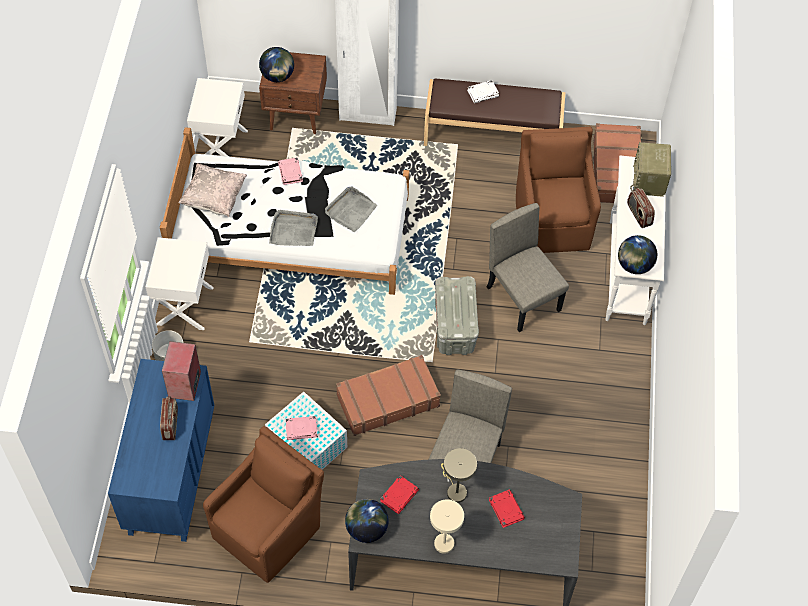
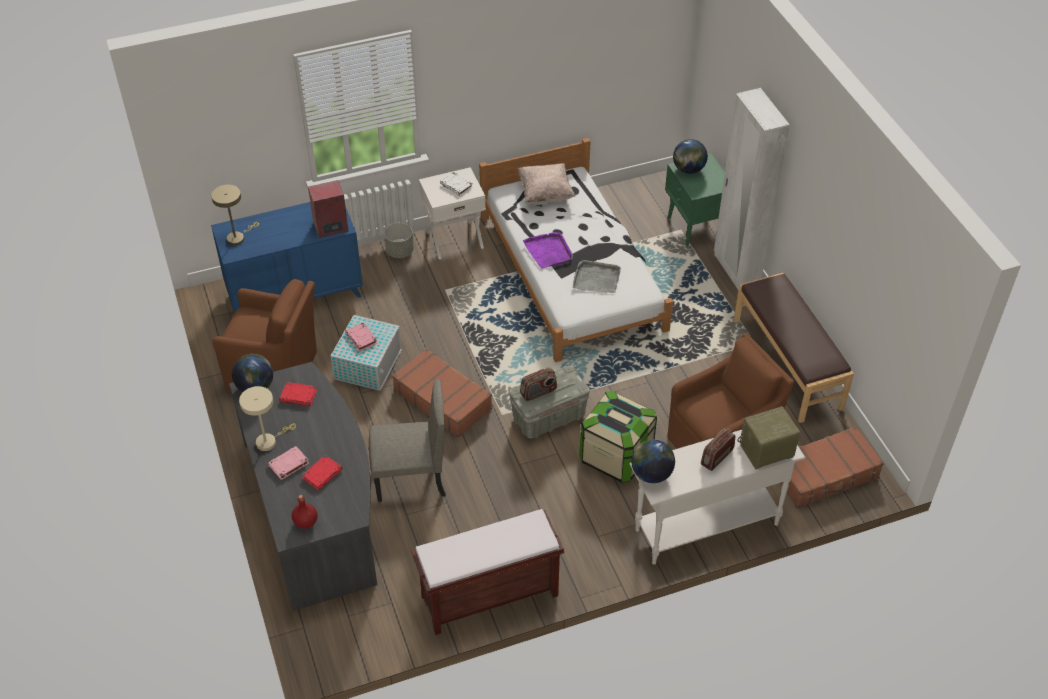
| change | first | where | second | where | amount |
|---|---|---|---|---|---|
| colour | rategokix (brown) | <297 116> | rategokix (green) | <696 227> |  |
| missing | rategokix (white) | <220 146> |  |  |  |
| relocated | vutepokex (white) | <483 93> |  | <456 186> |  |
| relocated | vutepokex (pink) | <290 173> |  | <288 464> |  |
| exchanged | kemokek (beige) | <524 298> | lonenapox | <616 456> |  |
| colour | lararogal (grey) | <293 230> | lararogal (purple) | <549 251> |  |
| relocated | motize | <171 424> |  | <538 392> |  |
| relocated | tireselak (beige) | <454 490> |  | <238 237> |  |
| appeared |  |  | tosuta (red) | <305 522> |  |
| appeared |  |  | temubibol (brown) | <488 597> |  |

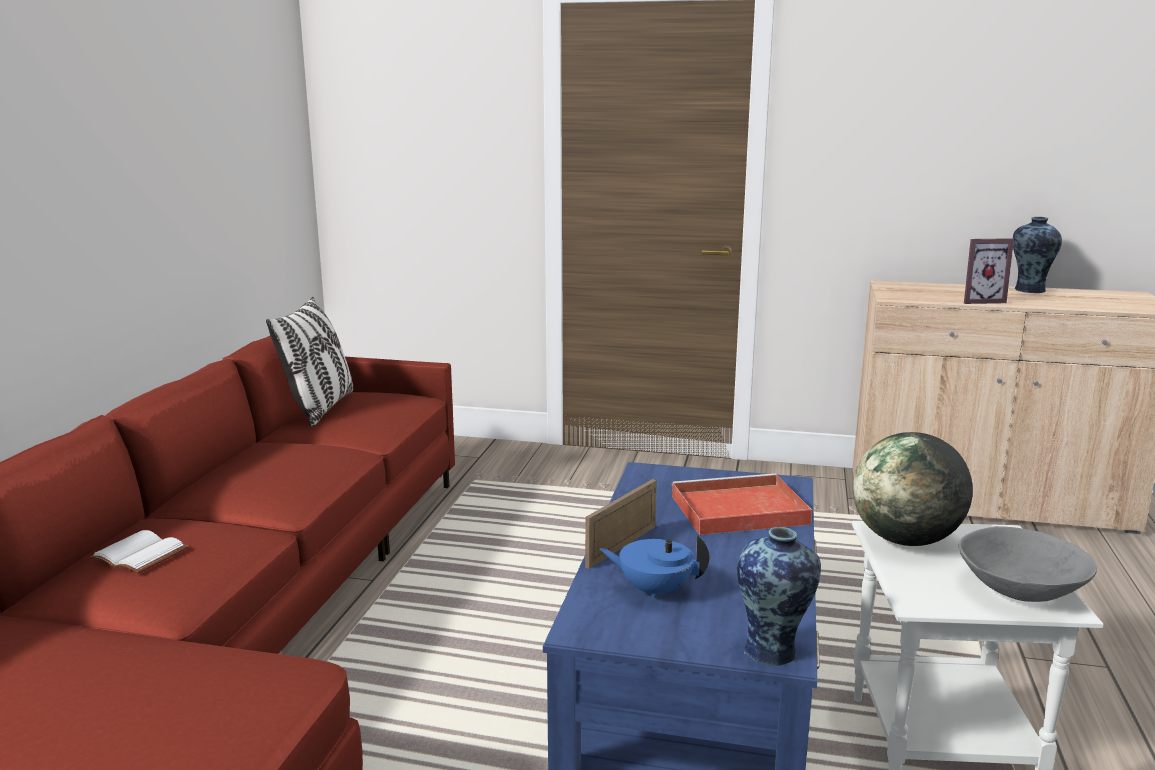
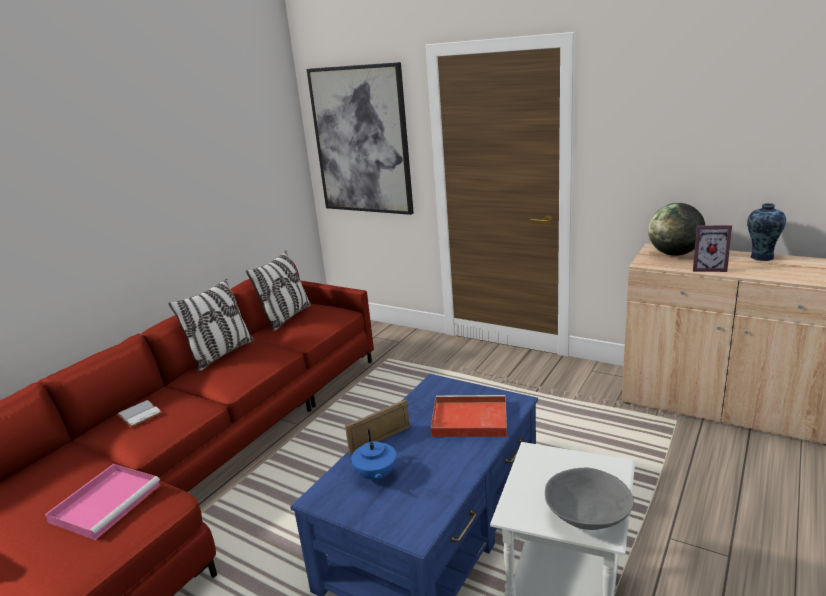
| change | first | where | second | where | amount |
|---|---|---|---|---|---|
| relocated | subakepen | <905 540> |  | <674 254> |  |
| missing | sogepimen | <773 651> |  |  |  |
| spun | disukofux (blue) | <654 590> |  | <375 475> | 135 degrees counterclockwise |
| appeared |  |  | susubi | <361 140> |  |
| appeared |  |  | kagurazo | <221 354> |  |
| appeared |  |  | lararogal (pink) | <107 502> |  |

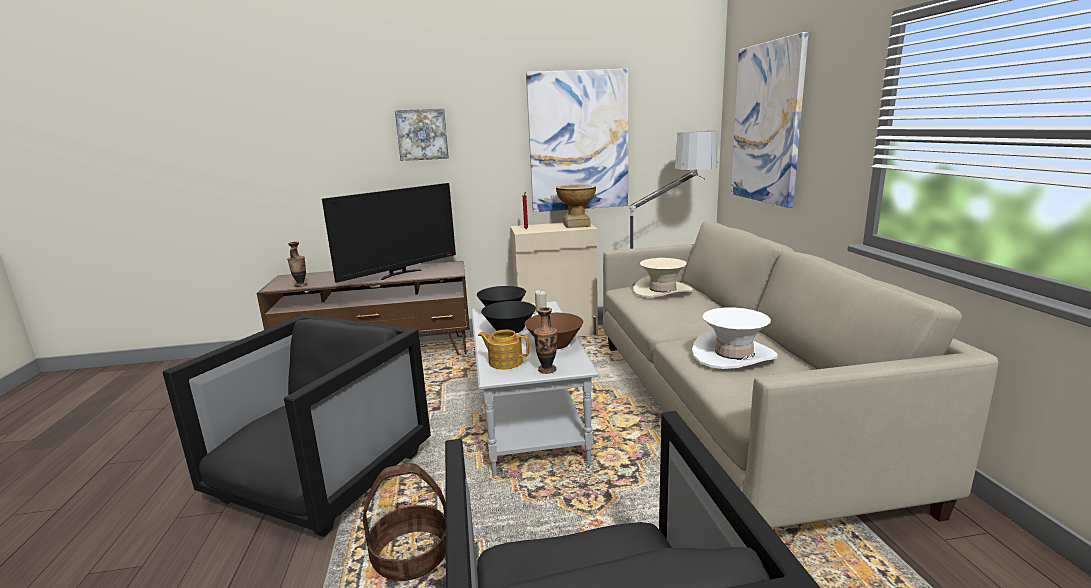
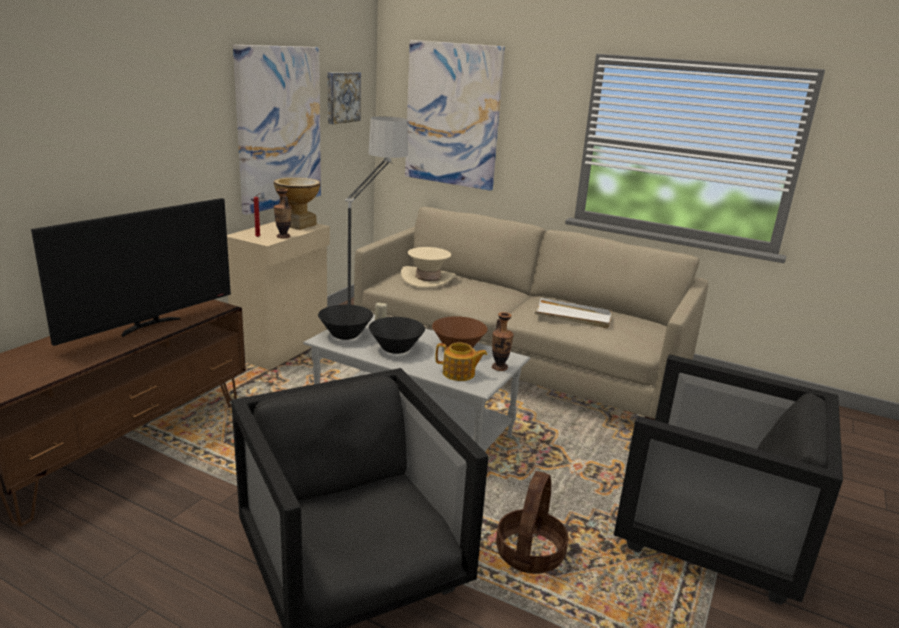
| change | first | where | second | where | amount |
|---|---|---|---|---|---|
| relocated | susubi | <422 134> |  | <342 97> |  |
| spun | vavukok | <399 274> |  | <149 325> | 45 degrees clockwise |
| relocated | sogepimen | <300 285> |  | <283 236> |  |
| exchanged | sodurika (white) | <733 355> | lararogal (white) | <573 316> |  |
| spun | disukofux | <505 362> |  | <459 374> | 135 degrees counterclockwise |

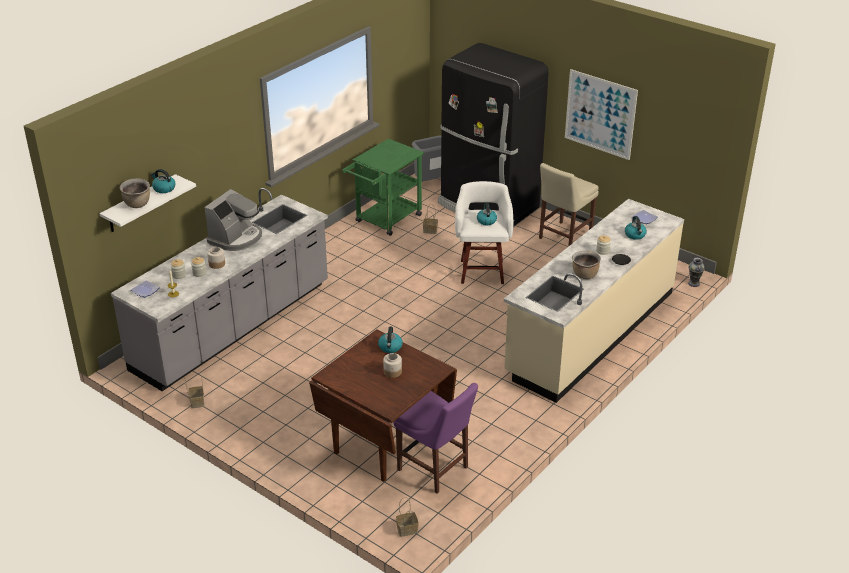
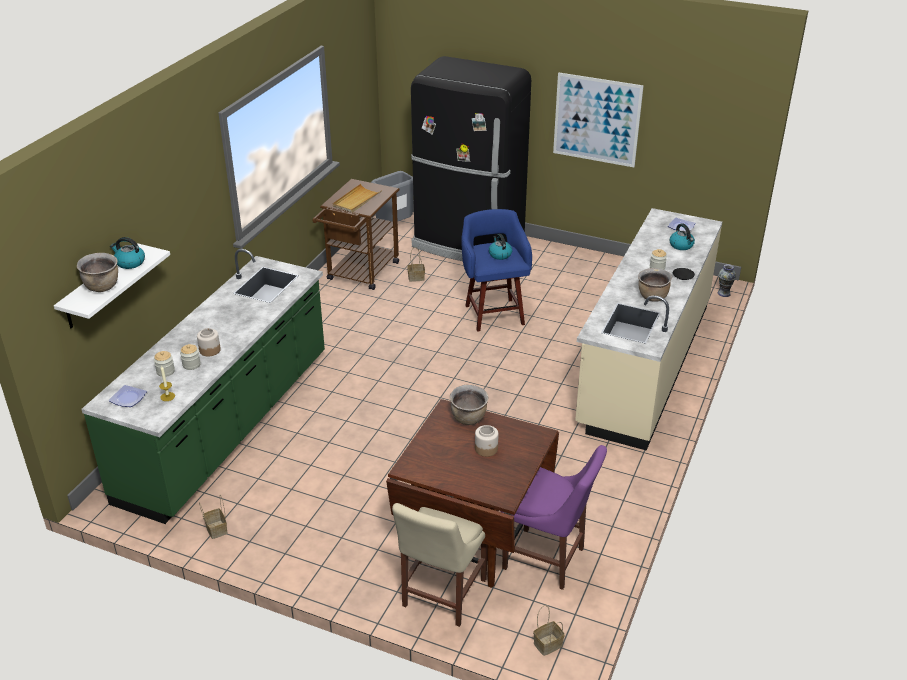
| change | first | where | second | where | amount |
|---|---|---|---|---|---|
| colour | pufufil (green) | <385 220> | pufufil (brown) | <360 274> |  |
| relocated | kemokek (beige) | <563 237> |  | <442 595> |  |
| colour | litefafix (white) | <482 270> | litefafix (blue) | <494 313> |  |
| colour | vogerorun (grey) | <233 327> | vogerorun (green) | <228 426> |  |
| missing | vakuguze | <236 238> |  |  |  |
| exchanged | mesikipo | <390 347> | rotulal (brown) | <469 418> |  |
| appeared |  |  | lararogal (beige) | <356 200> |  |

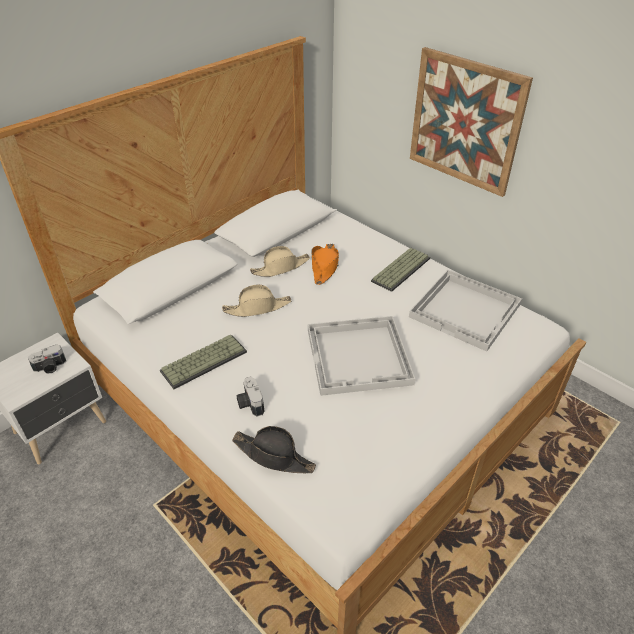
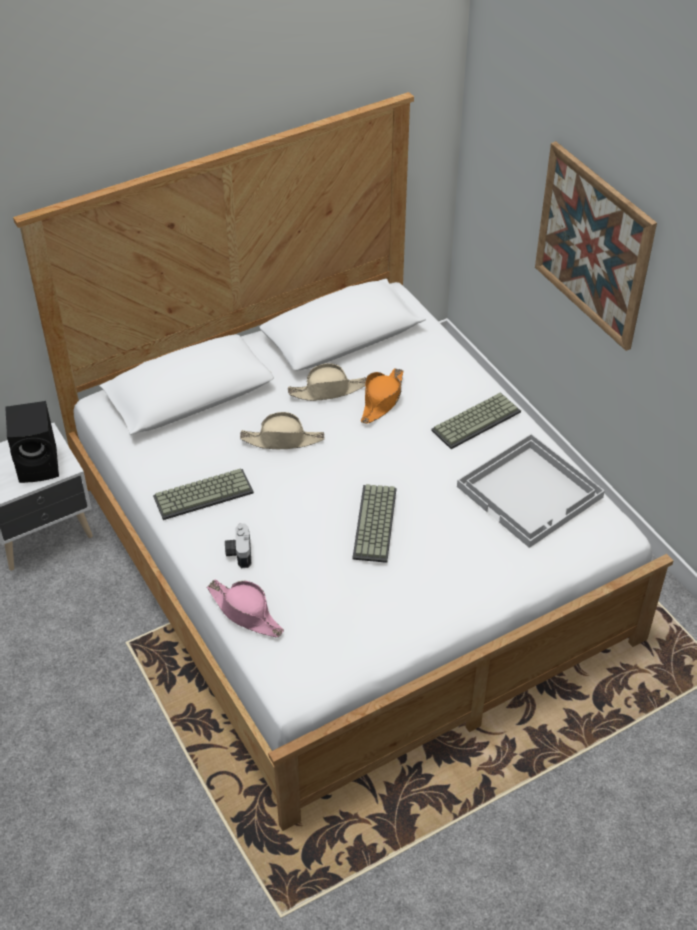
| change | first | where | second | where | amount |
|---|---|---|---|---|---|
| exchanged | lararogal (white) | <359 357> | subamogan | <376 524> |  |
| exchanged | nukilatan | <50 367> | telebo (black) | <40 465> |  |
| colour | sodurika (black) | <274 456> | sodurika (pink) | <246 613> |  |

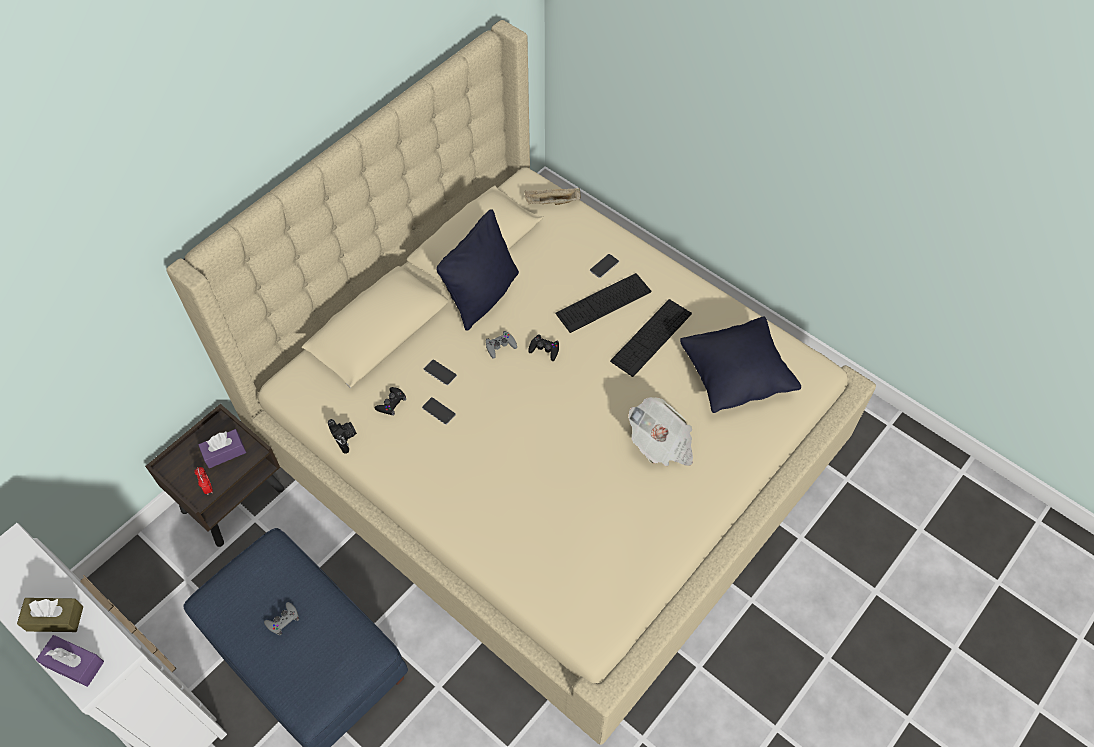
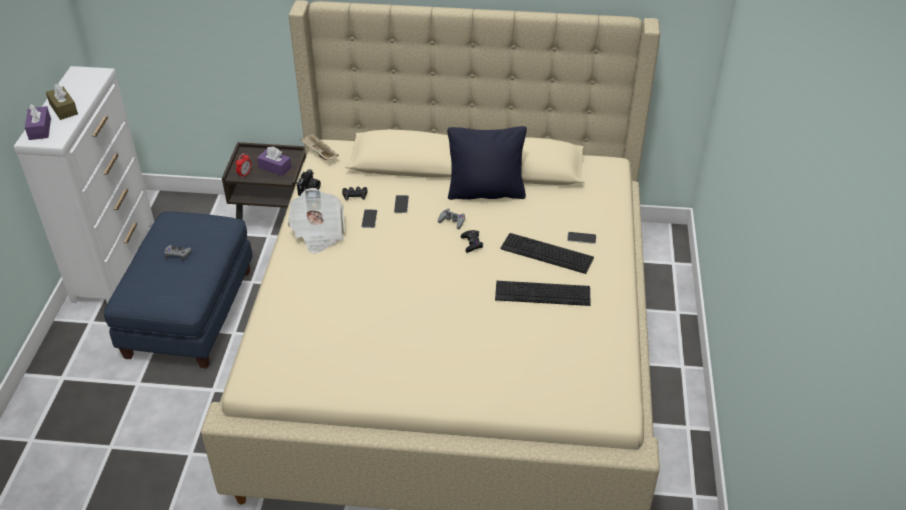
| change | first | where | second | where | amount |
|---|---|---|---|---|---|
| relocated | lararogal (beige) | <552 203> |  | <319 154> |  |
| missing | kagurazo (black) | <735 377> |  |  |  |
| relocated | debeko | <661 443> |  | <318 233> |  |

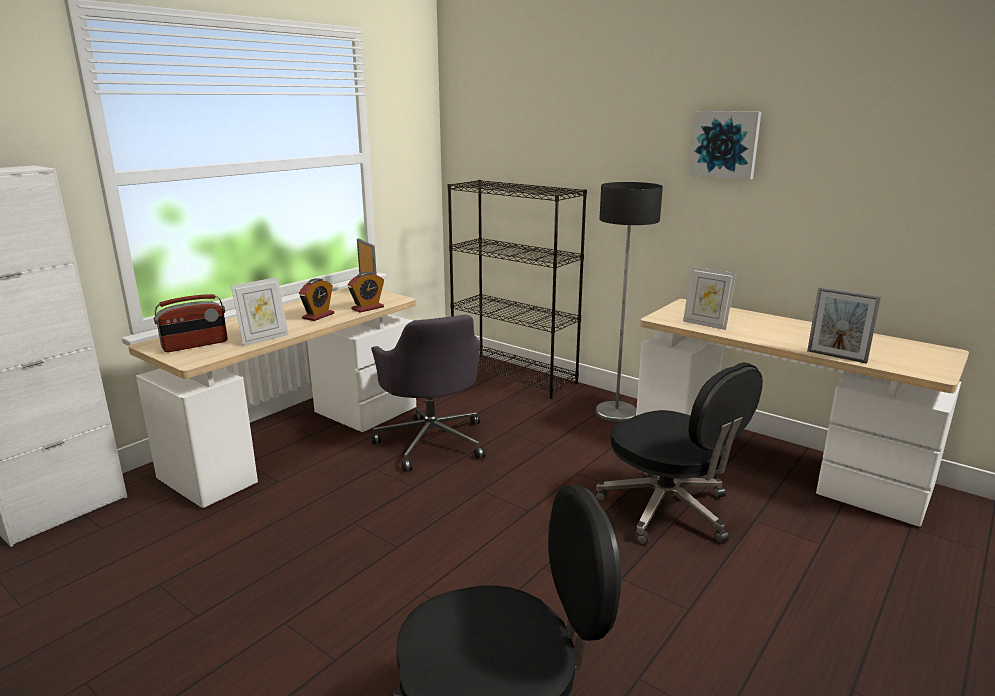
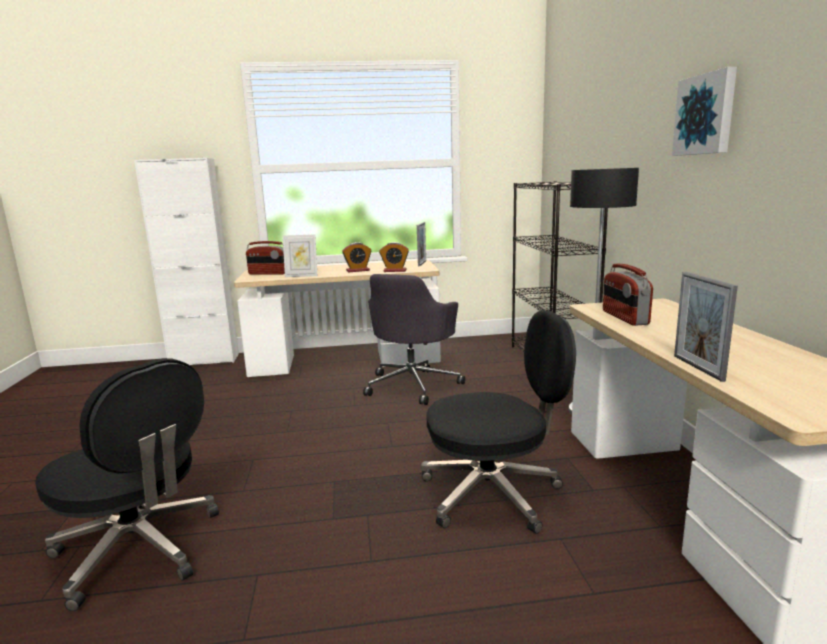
| change | first | where | second | where | amount |
|---|---|---|---|---|---|
| exchanged | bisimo | <705 324> | motize | <624 318> |  |
| spun | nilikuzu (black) | <668 510> |  | <493 493> | 105 degrees counterclockwise |

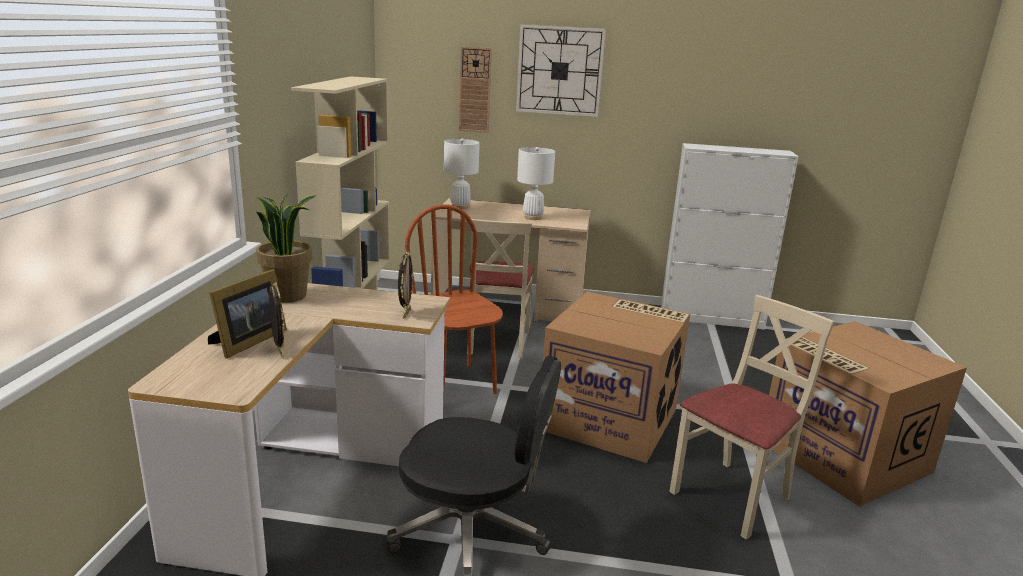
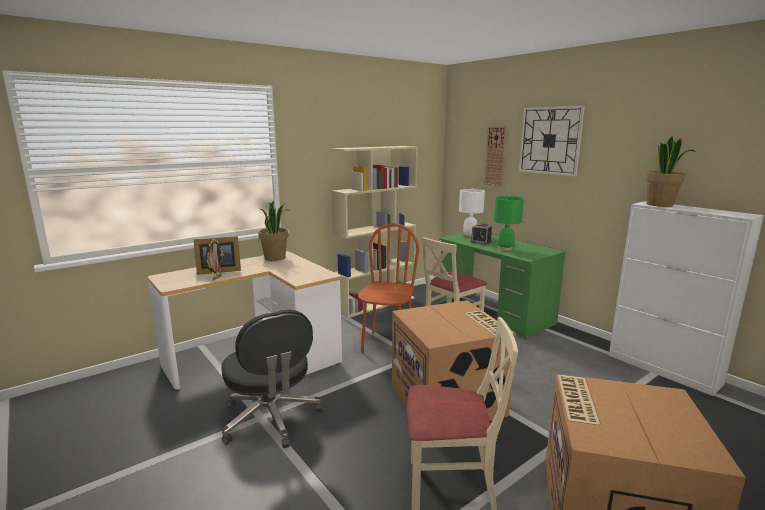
| change | first | where | second | where | amount |
|---|---|---|---|---|---|
| colour | tireselak (white) | <532 217> | tireselak (green) | <505 248> |  |
| colour | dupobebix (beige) | <509 305> | dupobebix (green) | <494 313> |  |
| missing | bisimo | <405 313> |  |  |  |
| appeared |  |  | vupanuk | <660 205> |  |
| appeared |  |  | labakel | <481 242> |  |

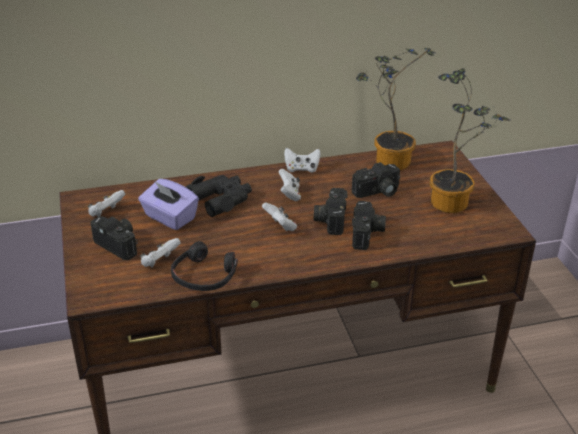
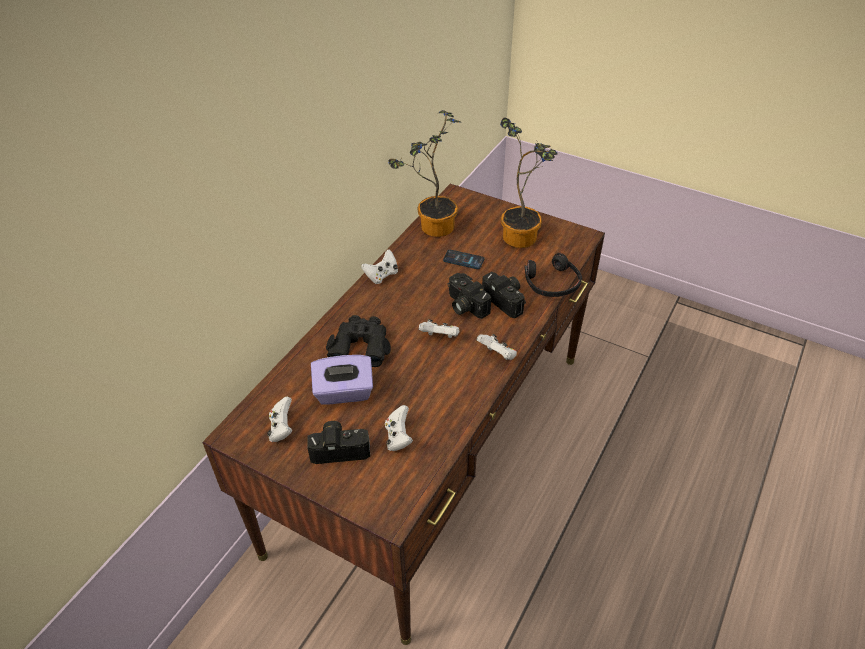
| change | first | where | second | where | amount |
|---|---|---|---|---|---|
| exchanged | nukilatan | <377 192> | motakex | <463 260> |  |
| relocated | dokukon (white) | <289 194> |  | <497 355> |  |
| relocated | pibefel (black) | <204 276> |  | <551 283> |  |

